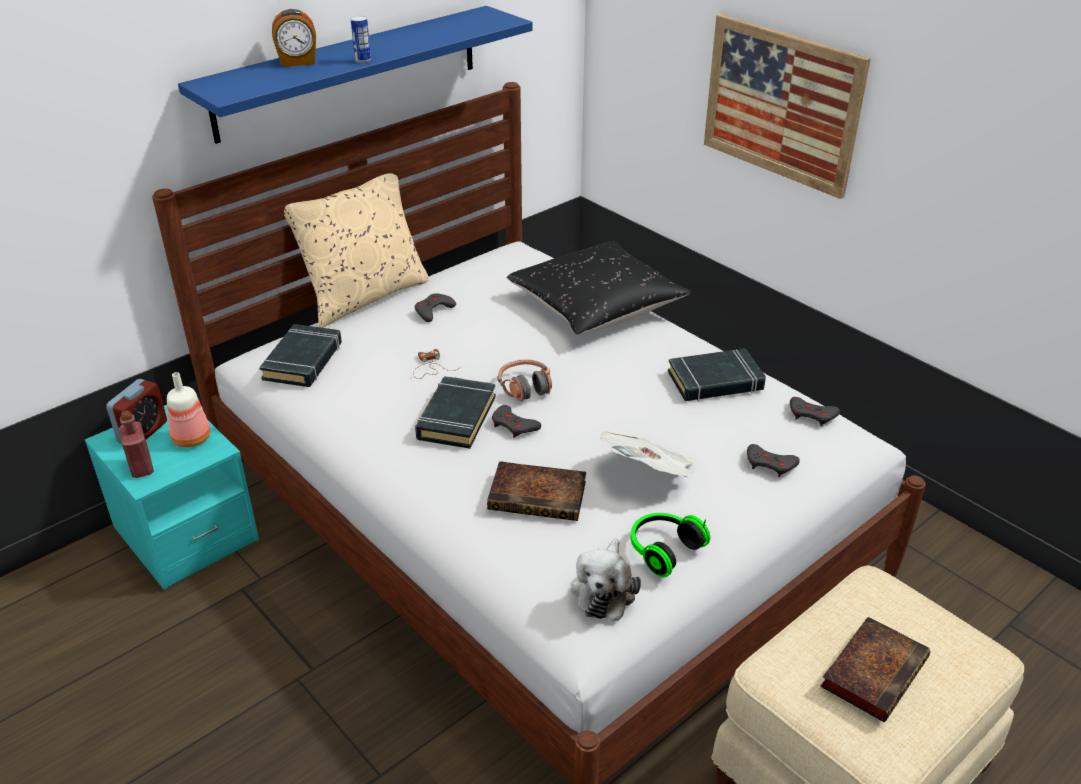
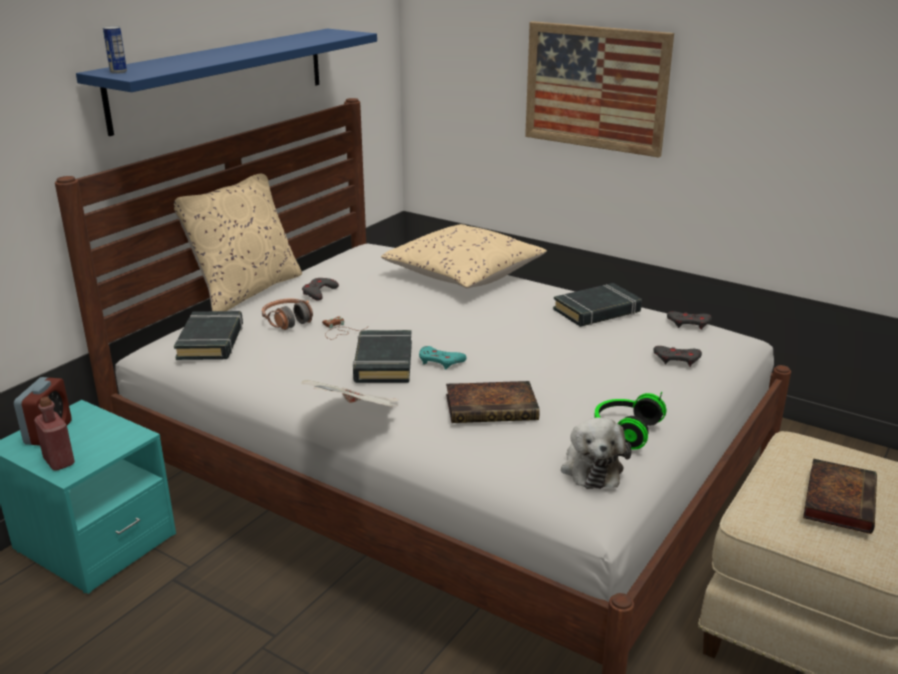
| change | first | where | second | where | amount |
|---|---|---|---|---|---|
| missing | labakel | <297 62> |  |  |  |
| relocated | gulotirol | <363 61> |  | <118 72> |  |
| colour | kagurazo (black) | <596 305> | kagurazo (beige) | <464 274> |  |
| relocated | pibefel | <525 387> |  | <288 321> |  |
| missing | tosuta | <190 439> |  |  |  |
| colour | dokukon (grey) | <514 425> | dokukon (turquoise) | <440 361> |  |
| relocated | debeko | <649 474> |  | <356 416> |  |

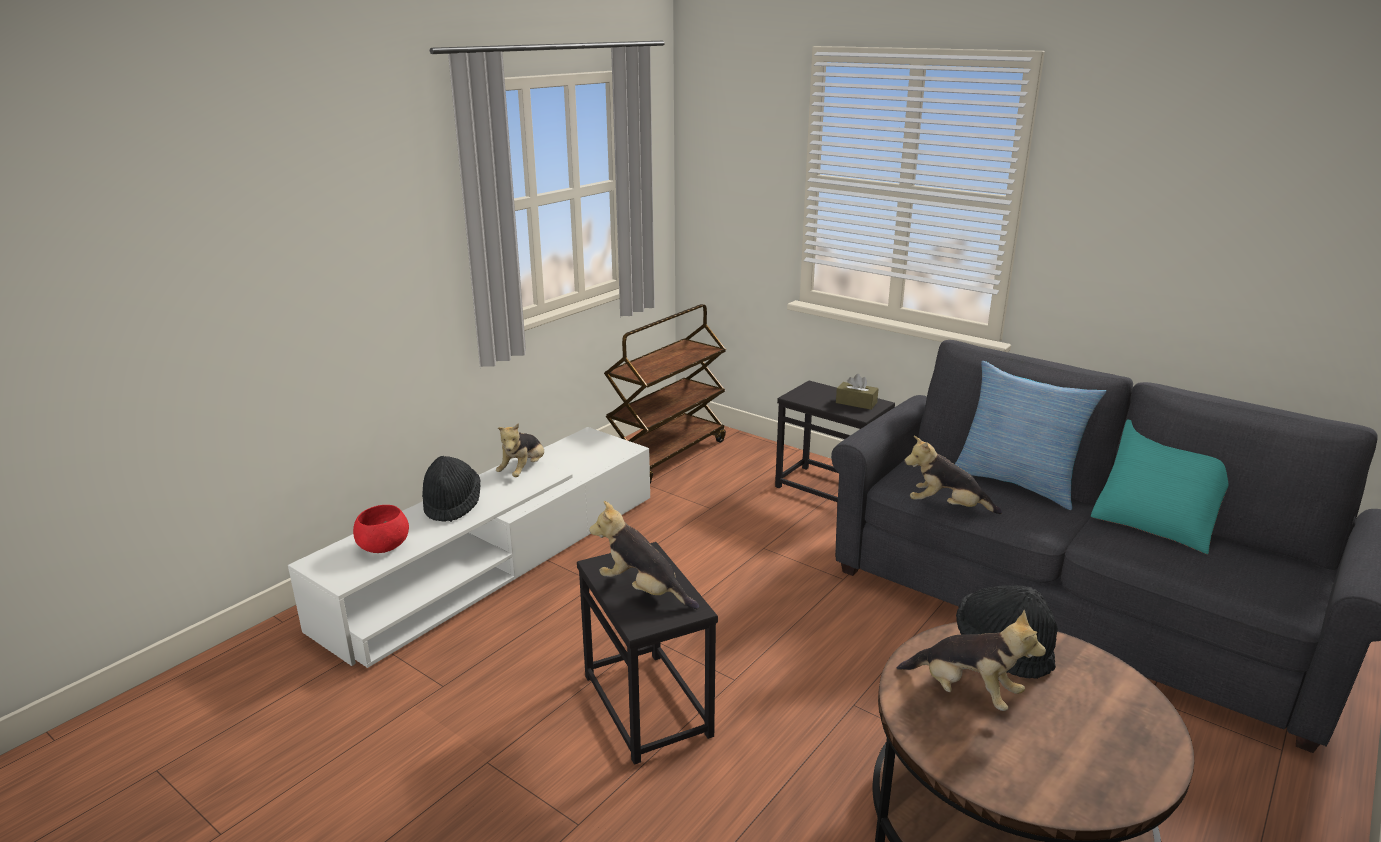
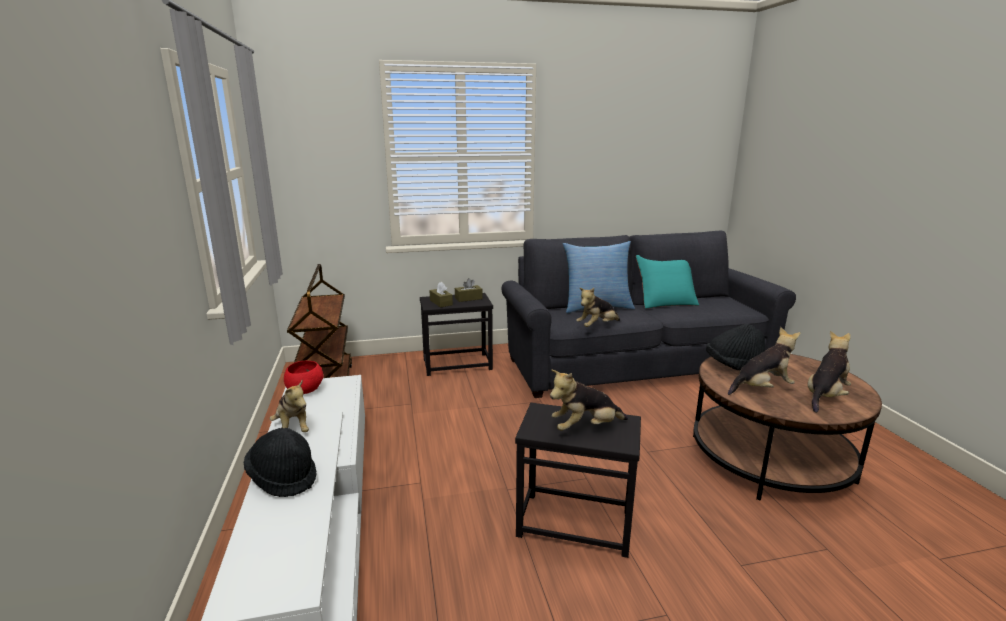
| change | first | where | second | where | amount |
|---|---|---|---|---|---|
| relocated | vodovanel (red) | <383 546> |  | <304 390> |  |
| appeared |  |  | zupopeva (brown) | <441 302> |  |
| appeared |  |  | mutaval | <825 396> |  |

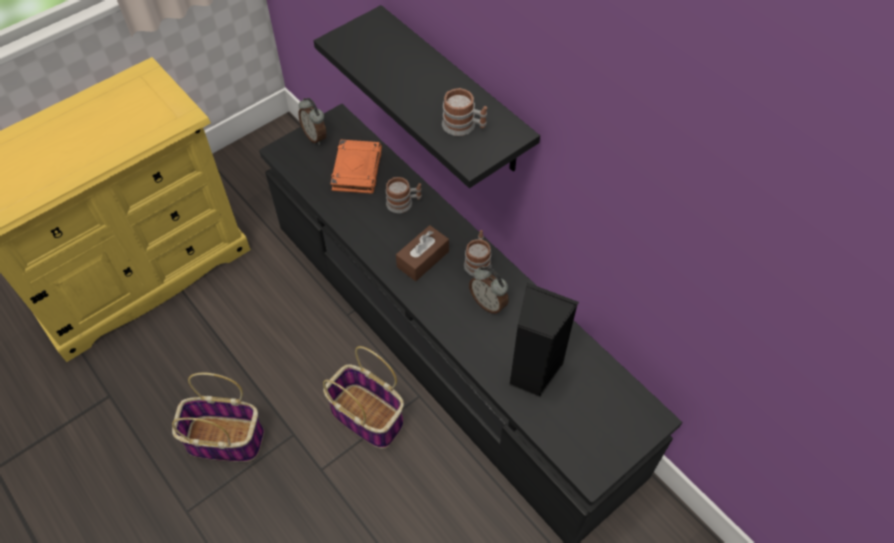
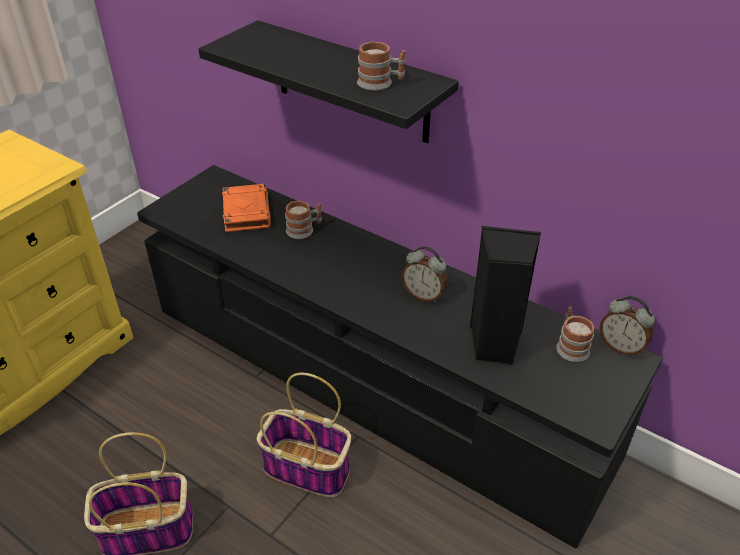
| change | first | where | second | where | amount |
|---|---|---|---|---|---|
| relocated | labakel | <315 136> |  | <621 347> |  |
| missing | zupopeva (brown) | <423 259> |  |  |  |
| relocated | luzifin | <478 261> |  | <570 346> |  |

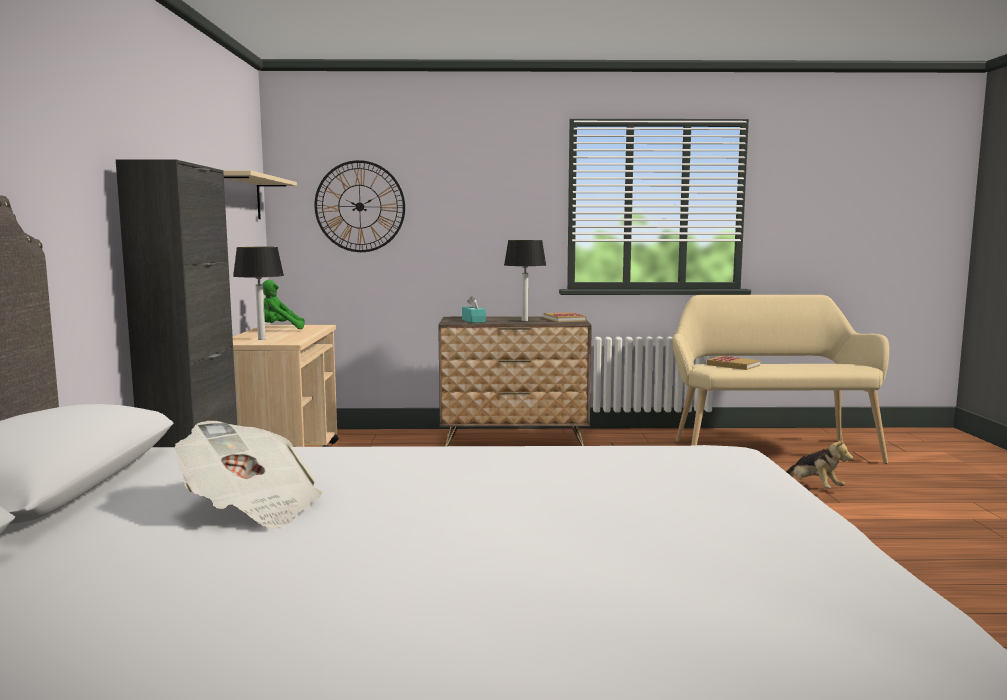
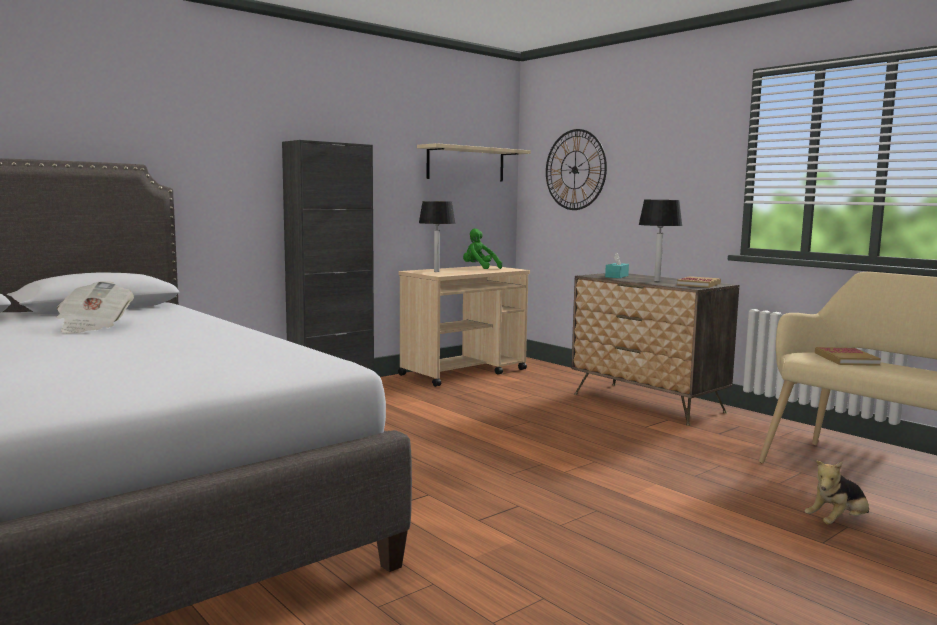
| change | first | where | second | where | amount |
|---|---|---|---|---|---|
| spun | mutaval | <813 487> |  | <838 523> | 45 degrees clockwise |

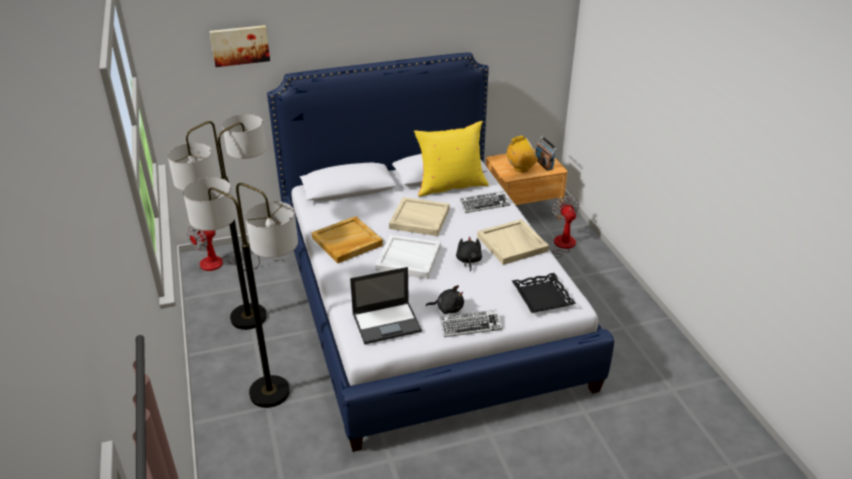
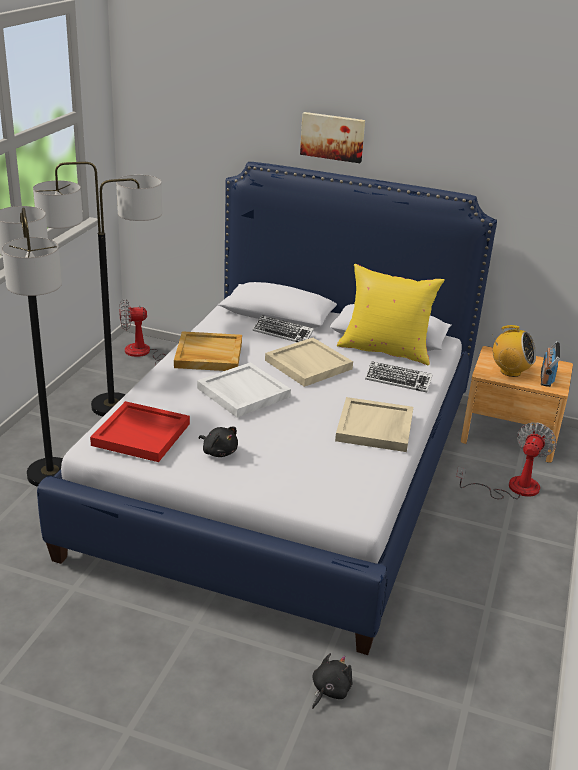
| change | first | where | second | where | amount |
|---|---|---|---|---|---|
| relocated | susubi | <240 45> |  | <332 137> |  |
| relocated | mutaval (black) | <468 261> |  | <329 690> |  |
| exchanged | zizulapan | <387 322> | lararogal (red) | <142 434> |  |
| missing | lararogal (black) | <541 297> |  |  |  |
| relocated | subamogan | <470 326> |  | <283 333> |  |

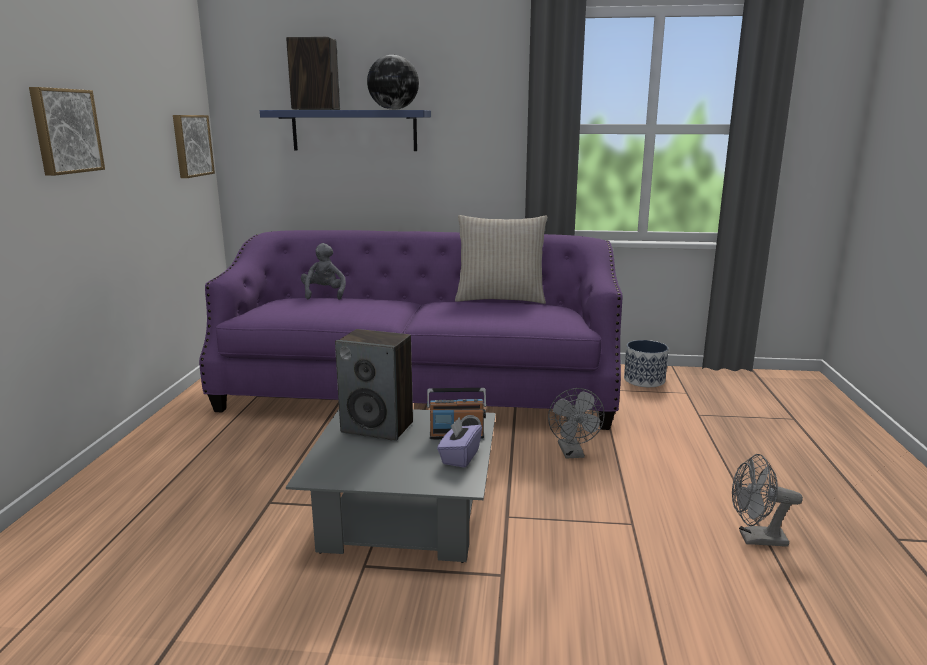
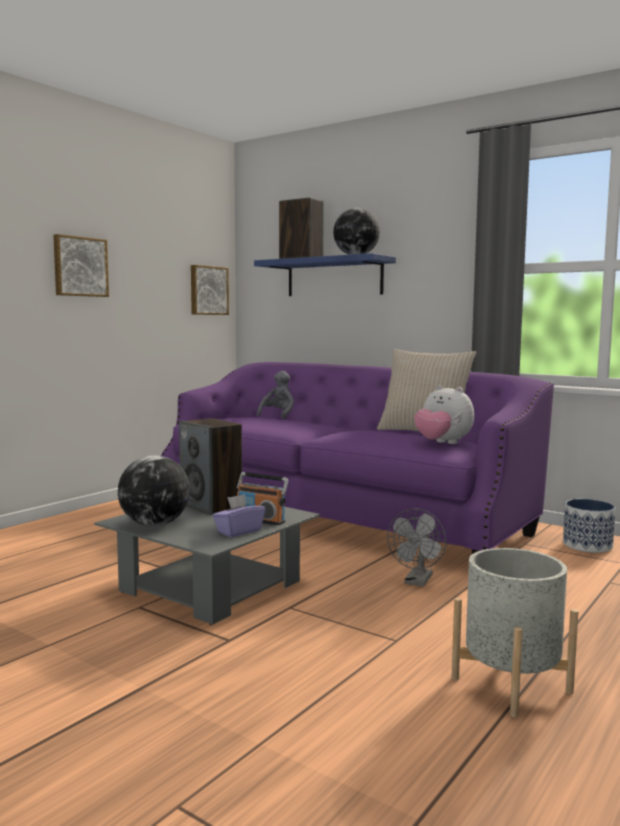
| change | first | where | second | where | amount |
|---|---|---|---|---|---|
| exchanged | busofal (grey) | <755 539> | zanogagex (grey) | <511 685> |  |
| appeared |  |  | mutaval | <442 443> |  |
| appeared |  |  | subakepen | <154 525> |  |

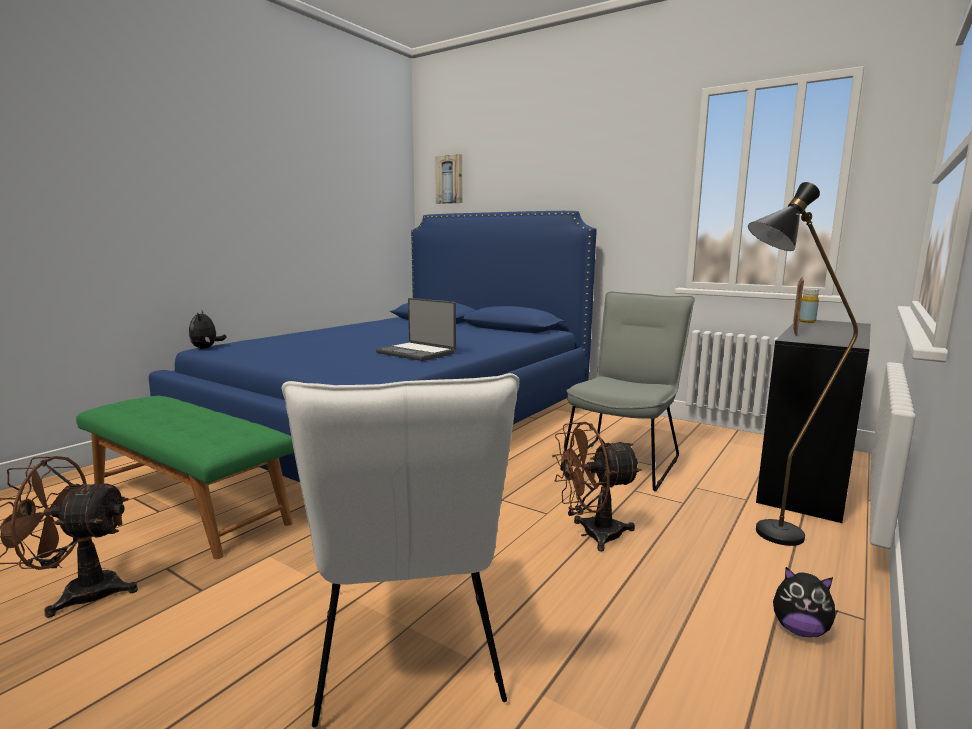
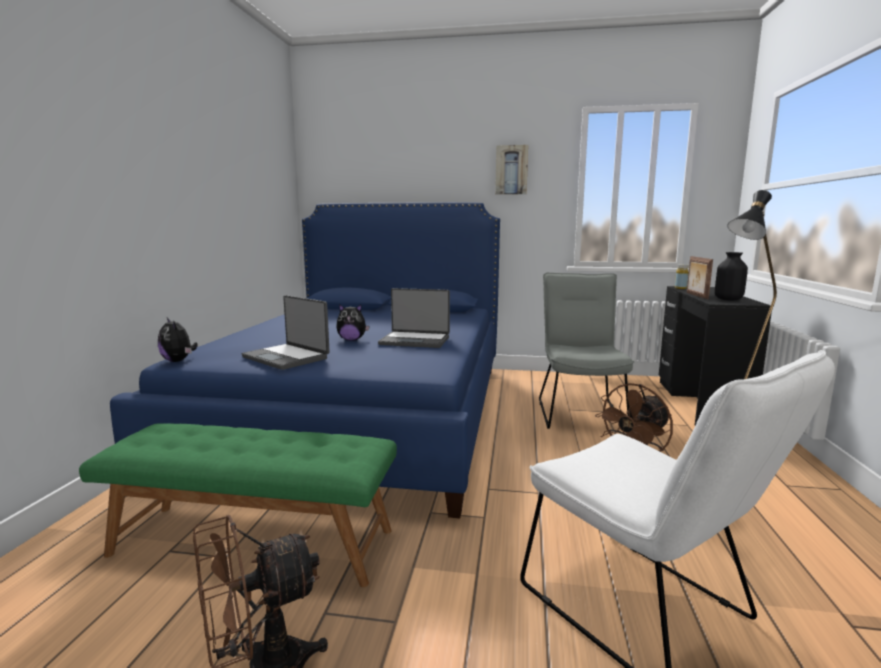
| change | first | where | second | where | amount |
|---|---|---|---|---|---|
| relocated | susubi | <450 179> |  | <511 170> |  |
| relocated | mutaval | <800 630> |  | <352 340> |  |
| appeared |  |  | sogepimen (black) | <728 299> |  |
| appeared |  |  | zizulapan | <287 357> |  |

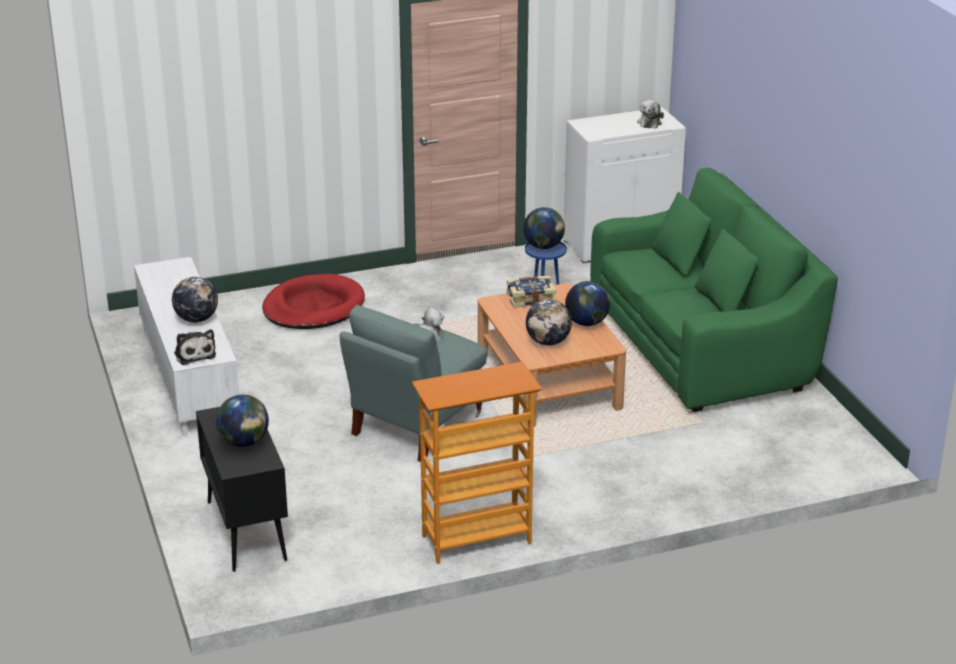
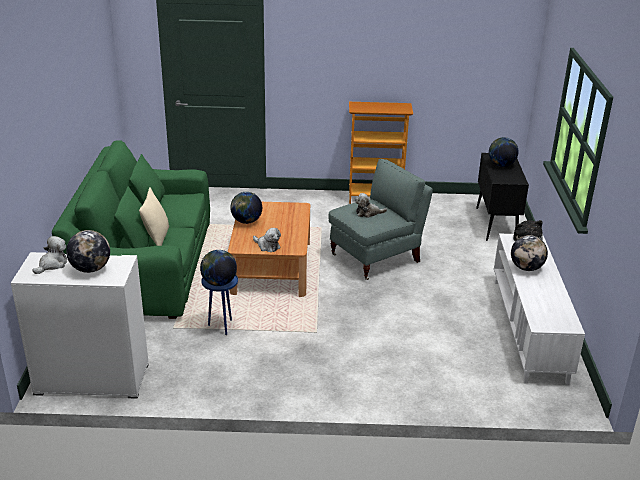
| change | first | where | second | where | amount |
|---|---|---|---|---|---|
| missing | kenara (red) | <313 307> |  |  |  |
| exchanged | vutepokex | <530 298> | mutaval | <267 246> |  |
| relocated | subakepen | <548 342> |  | <90 269> |  |
| appeared |  |  | kagurazo (beige) | <157 238> |  |

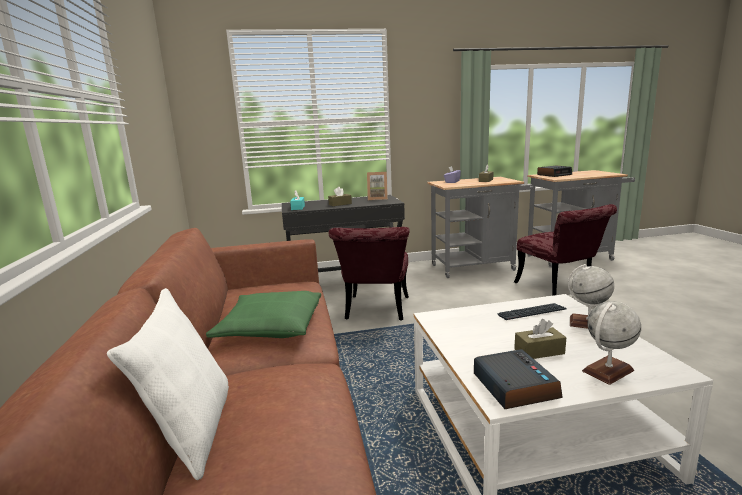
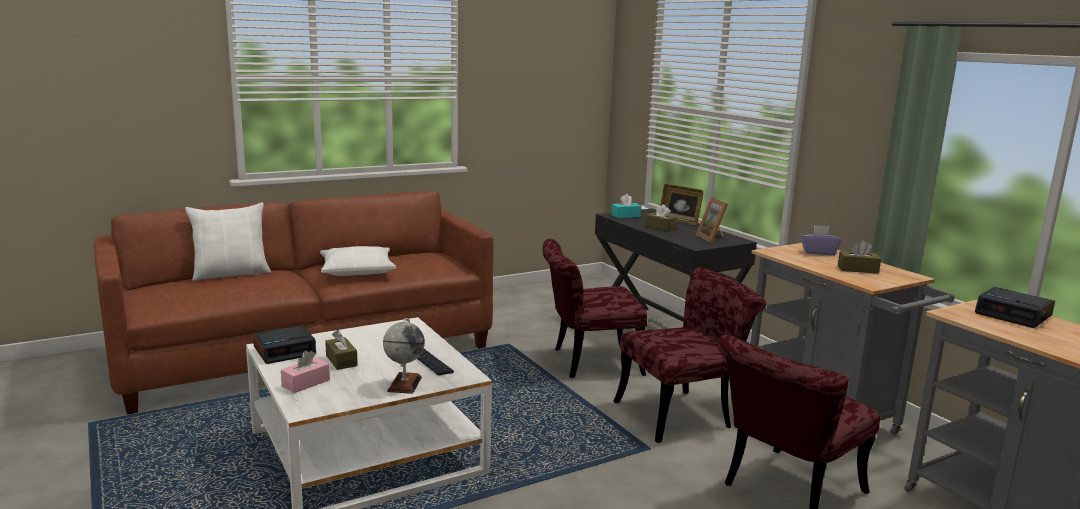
| change | first | where | second | where | amount |
|---|---|---|---|---|---|
| colour | kagurazo (green) | <270 326> | kagurazo (white) | <357 270> |  |
| exchanged | subakepen | <608 371> | zupopeva (pink) | <306 383> |  |
| appeared |  |  | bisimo | <679 221> |  |
| appeared |  |  | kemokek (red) | <683 413> |  |

